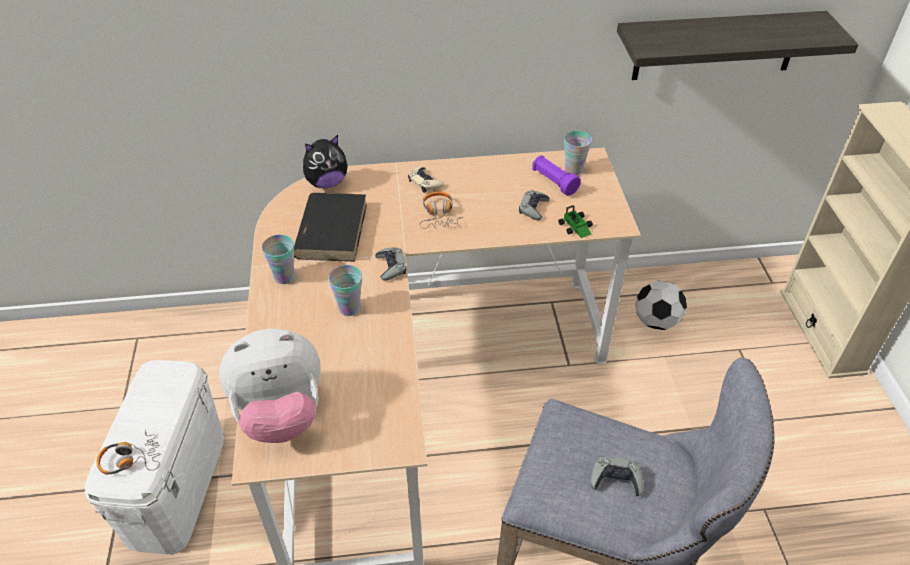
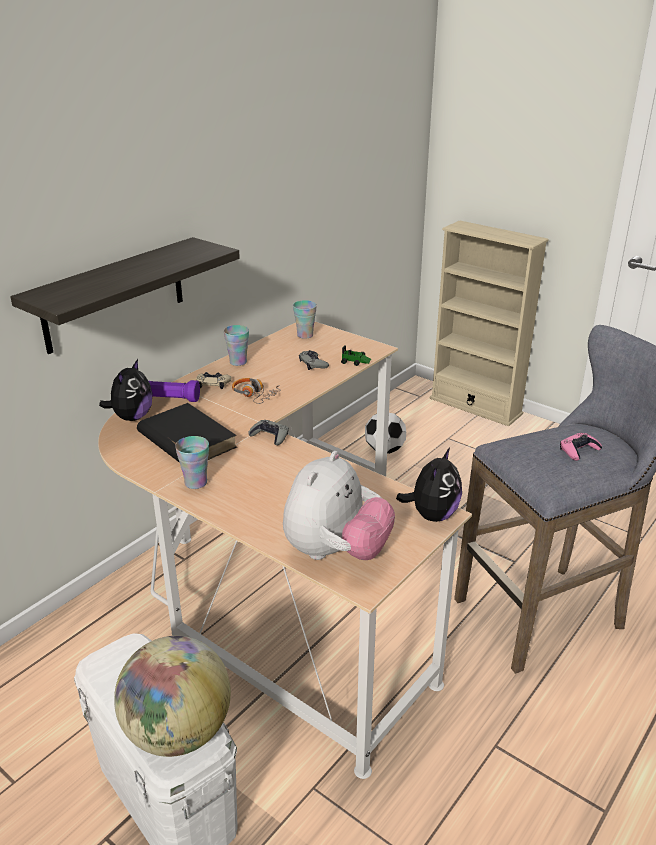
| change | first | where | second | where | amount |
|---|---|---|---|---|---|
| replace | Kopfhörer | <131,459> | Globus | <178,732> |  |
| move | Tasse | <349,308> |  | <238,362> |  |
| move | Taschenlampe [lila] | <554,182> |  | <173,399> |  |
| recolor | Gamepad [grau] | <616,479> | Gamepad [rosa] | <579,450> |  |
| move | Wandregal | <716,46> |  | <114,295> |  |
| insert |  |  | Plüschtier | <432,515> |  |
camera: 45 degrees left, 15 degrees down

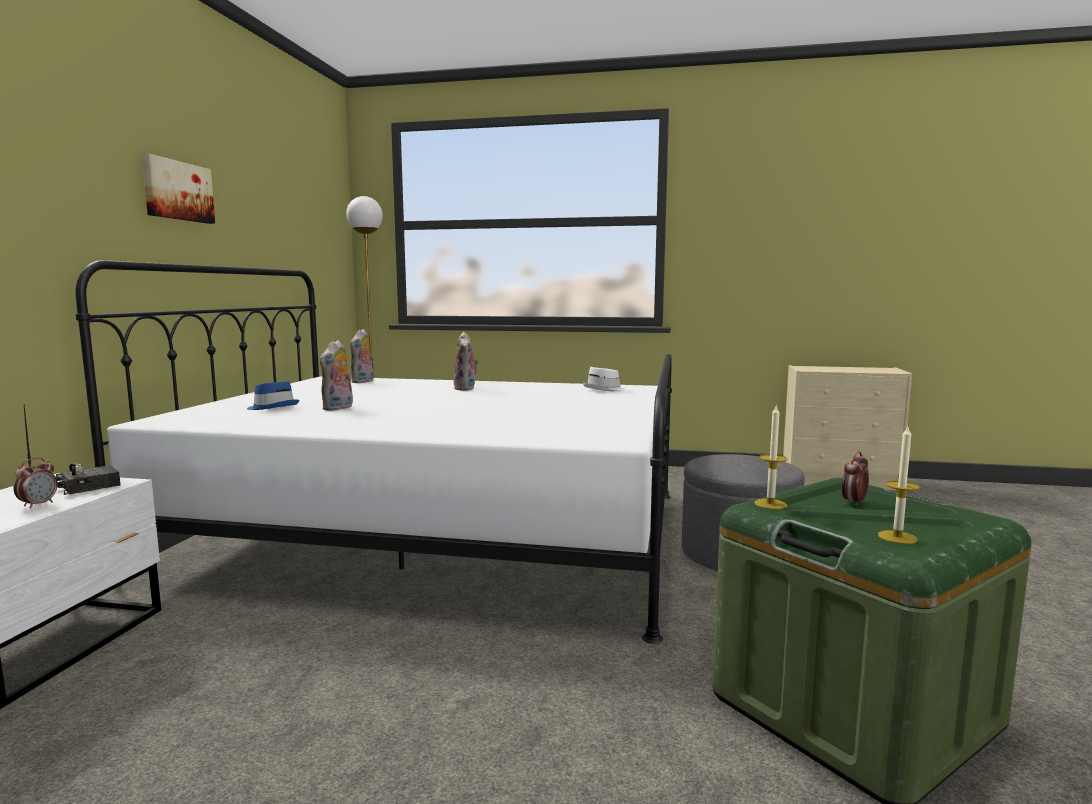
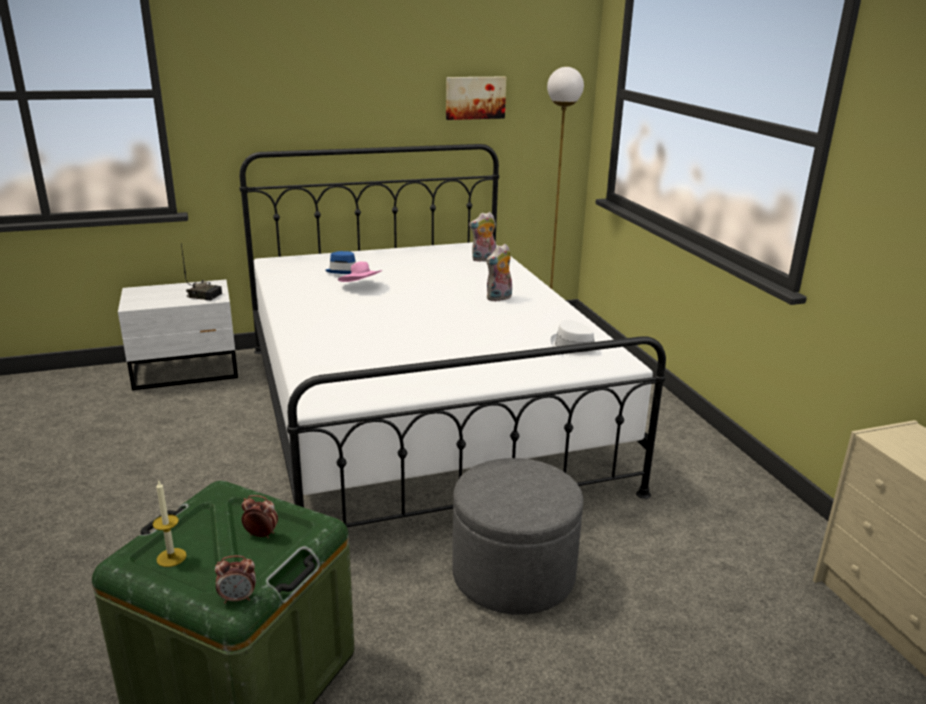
| change | first | where | second | where | amount |
|---|---|---|---|---|---|
| move | Wecker | <38,504> |  | <238,598> |  |
| move | Bild | <177,191> |  | <475,97> |  |
| replace | Plüschtier | <338,408> | Hut [rosa] | <361,287> |  |
| delete | Kerze | <770,504> |  |  |  |
camera: 60 degrees right, 15 degrees up

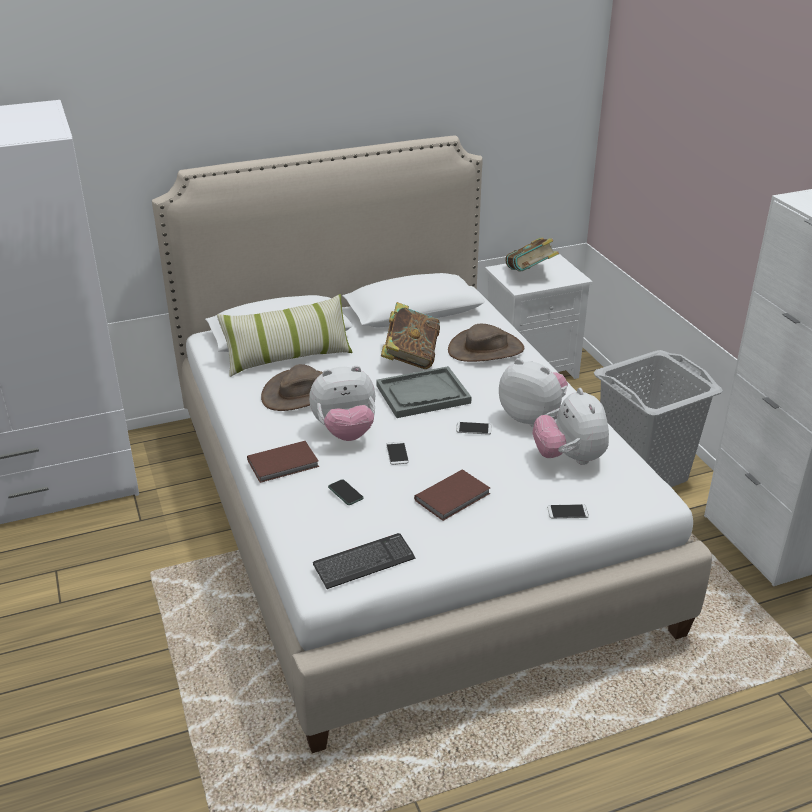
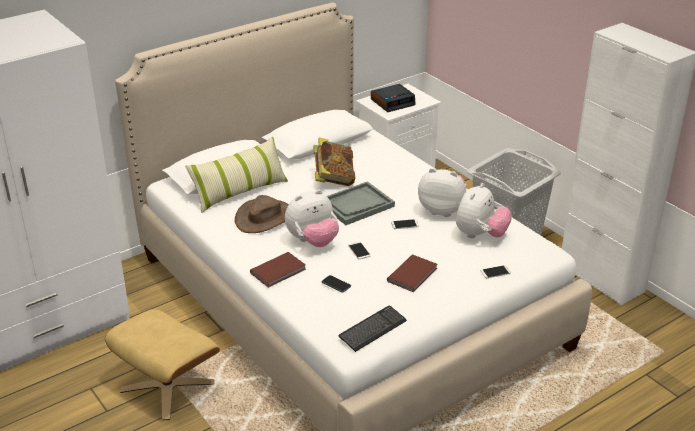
| change | first | where | second | where | amount |
|---|---|---|---|---|---|
| delete | Hut [braun] | <486,349> |  |  |  |
| replace | Buch | <530,274> | Wecker | <393,102> |  |
| rotate | Plüschtier | <569,458> |  | <480,235> | 120 degrees counterclockwise |
| insert |  |  | Polsterhocker [beige] | <167,386> |  |
camera: 15 degrees left, 0 degrees up

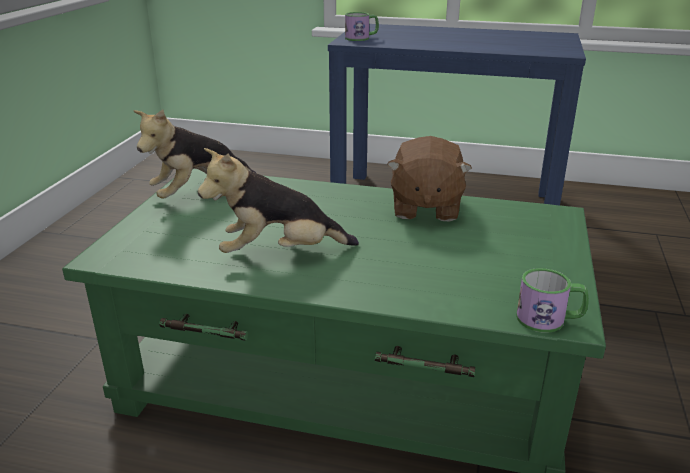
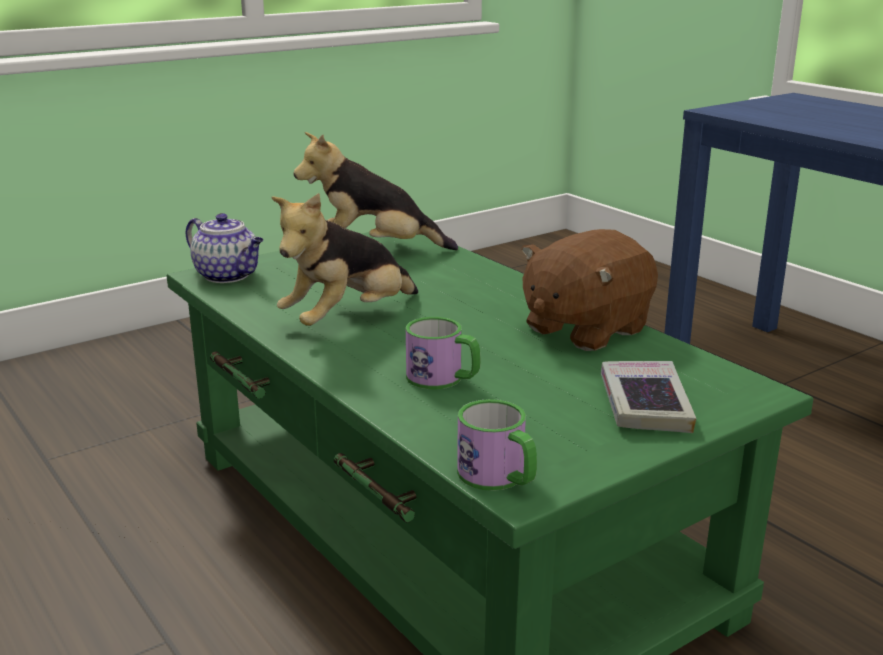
| change | first | where | second | where | amount |
|---|---|---|---|---|---|
| rotate | Plüschtier | <279,253> |  | <348,319> | 75 degrees counterclockwise |
| move | Henkelbecher | <361,38> |  | <443,379> |  |
| insert |  |  | Teekanne | <228,276> |  |
| insert |  |  | Buch | <644,404> |  |
camera: 40 degrees right, 5 degrees down

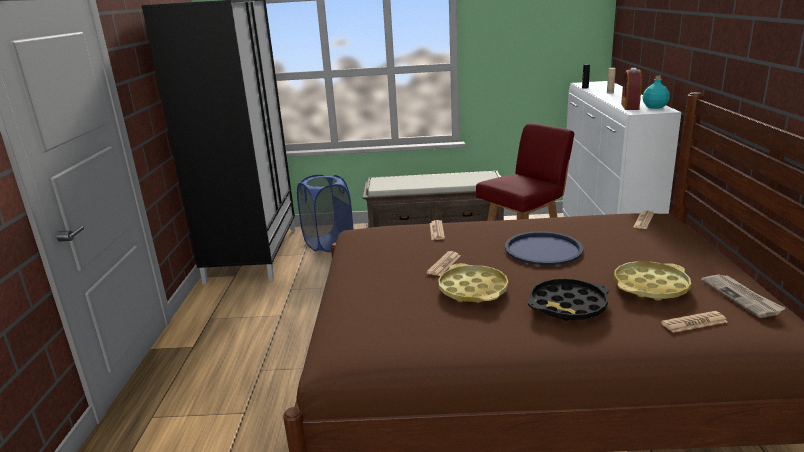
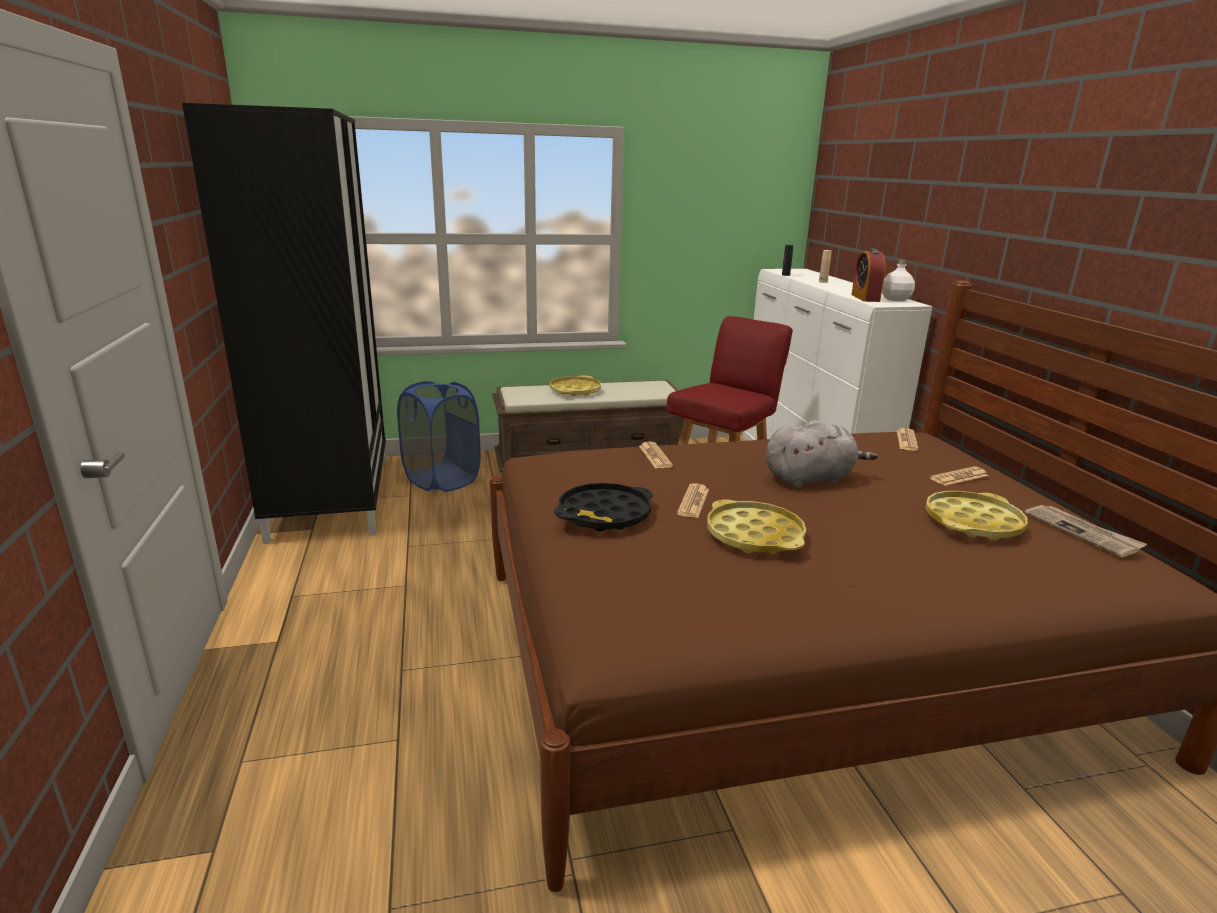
| change | first | where | second | where | amount |
|---|---|---|---|---|---|
| replace | Tablett [blau] | <543,249> | Plüschtier [grau] | <811,478> |  |
| move | Tablett [schwarz] | <568,305> |  | <604,514> |  |
| recolor | Flasche [türkis] | <655,107> | Flasche [weiß] | <895,299> |  |
| move | Zeitung | <694,322> |  | <959,477> |  |
| insert |  |  | Tablett [gelb] | <575,391> |  |
camera: 15 degrees left, 0 degrees up

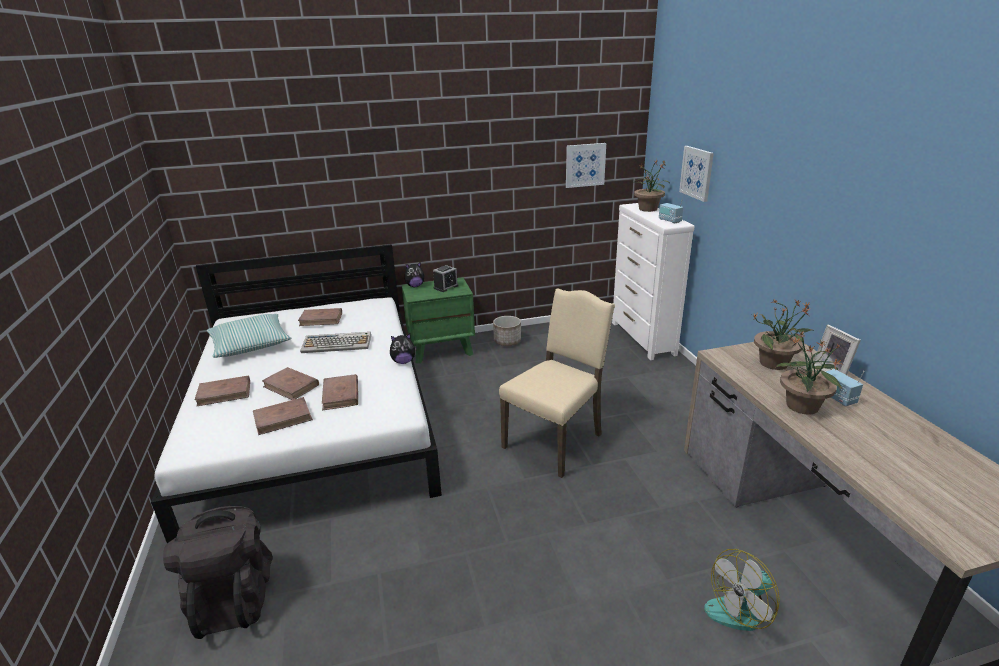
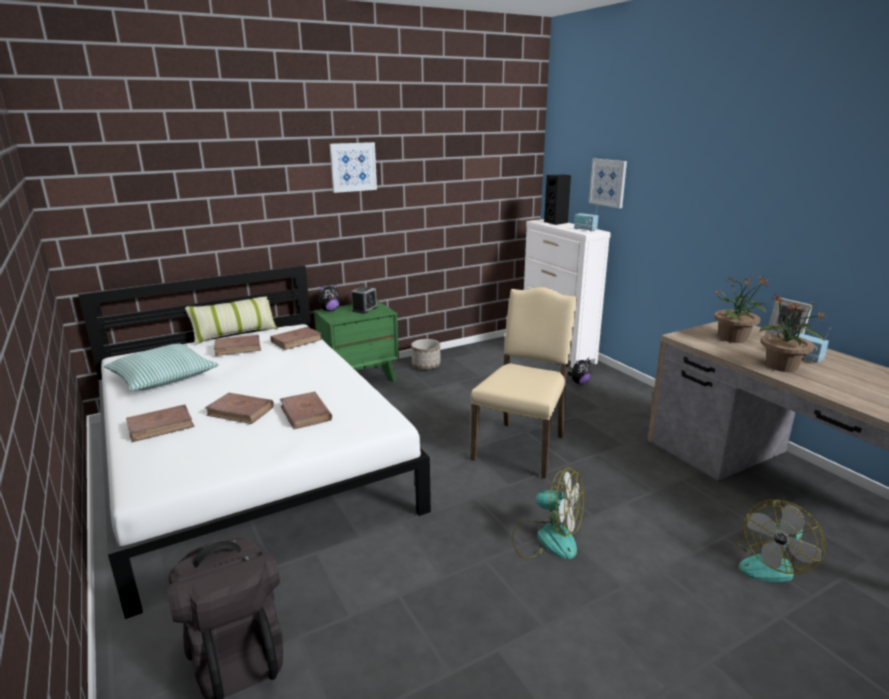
| change | first | where | second | where | amount |
|---|---|---|---|---|---|
| move | Buch [braun] | <283,418> |  | <297,340> |  |
| delete | Tastatur | <337,344> |  |  |  |
| move | Plüschtier | <403,361> |  | <579,382> |  |
| move | Bild | <585,165> |  | <353,167> |  |
| replace | Topfpflanze | <648,209> | Lautsprecher [schwarz] | <556,222> |  |
| insert |  |  | Kissen | <235,334> |  |
| insert |  |  | Ventilator | <546,538> |  |
camera: 15 degrees left, 5 degrees down

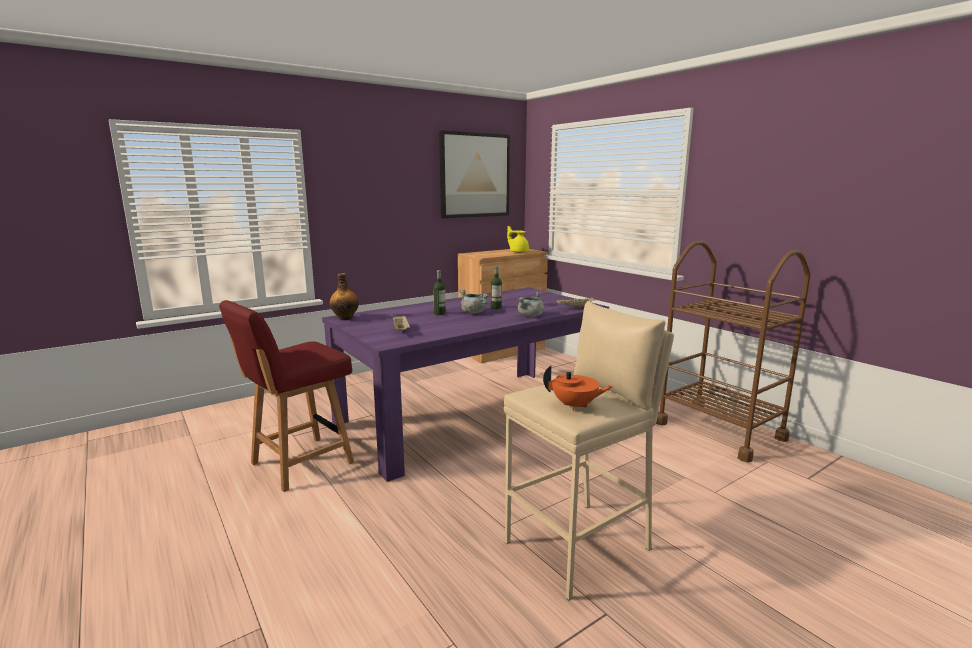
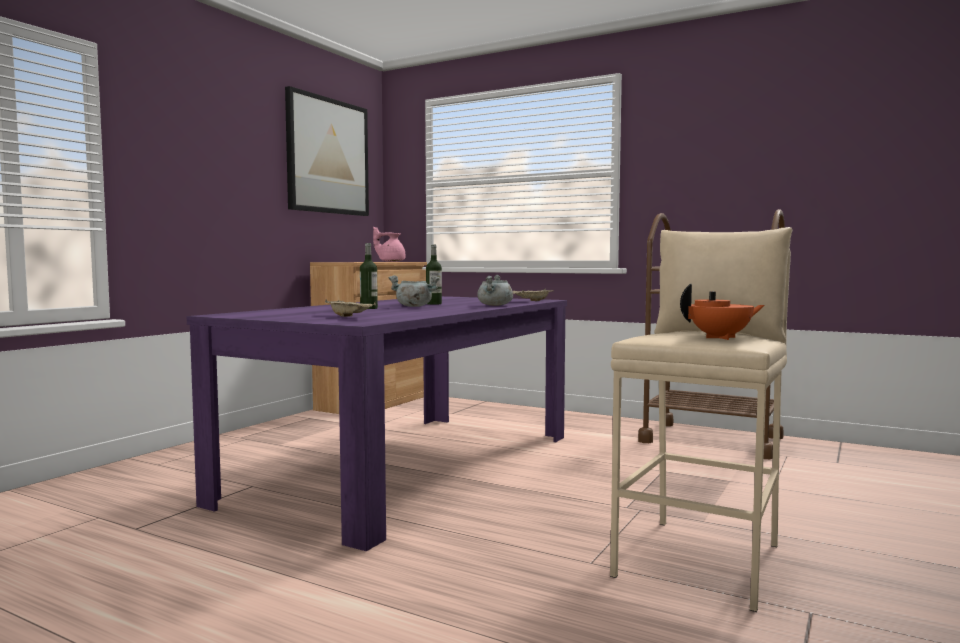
| change | first | where | second | where | amount |
|---|---|---|---|---|---|
| delete | Stuhl [rot] | <299,464> |  |  |  |
| delete | Flasche | <345,318> |  |  |  |
| recolor | Teekanne [gelb] | <518,252> | Teekanne [rosa] | <391,261> |  |
camera: 25 degrees left, 10 degrees down

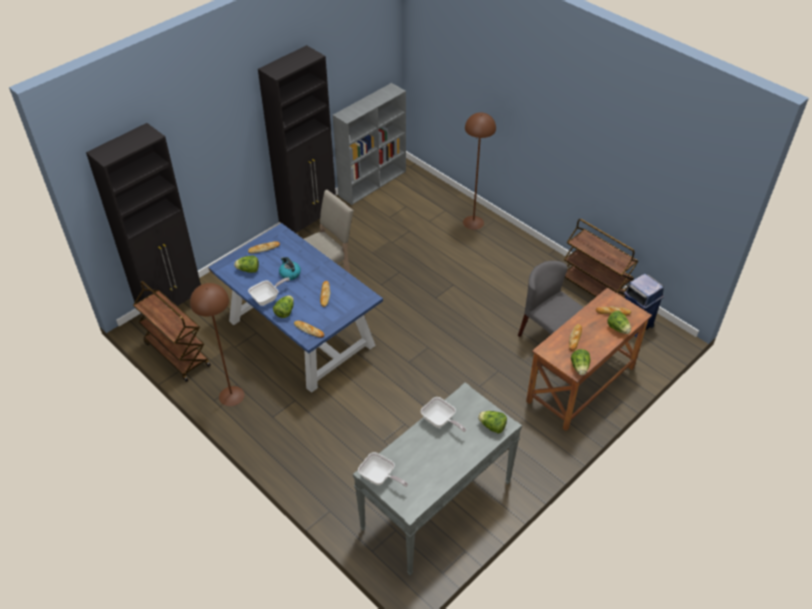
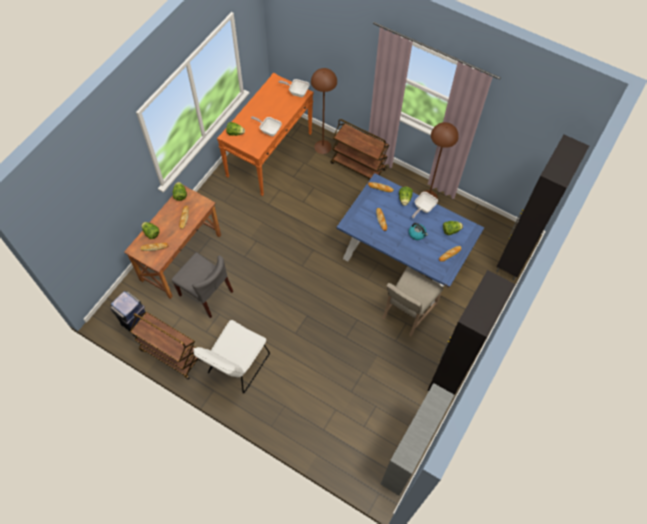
| change | first | where | second | where | amount |
|---|---|---|---|---|---|
| move | Rollwagen [braun] | <176,354> |  | <358,166> |  |
| recolor | Konsolentisch [grau] | <436,506> | Konsolentisch [orange] | <269,154> |  |
| move | Stehlampe [braun] | <473,222> |  | <323,147> |  |
| insert |  |  | Stuhl [weiß] | <236,367> |  |
camera: 165 degrees right, 15 degrees up

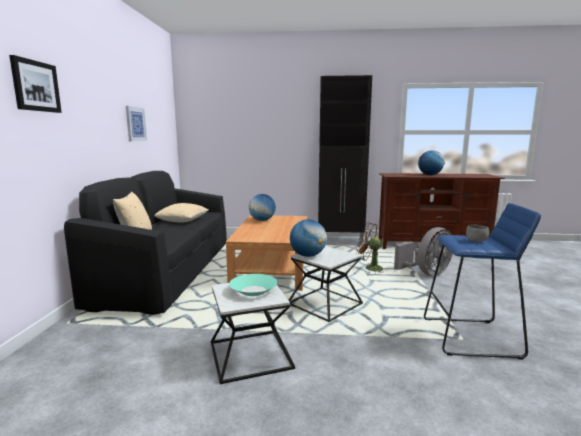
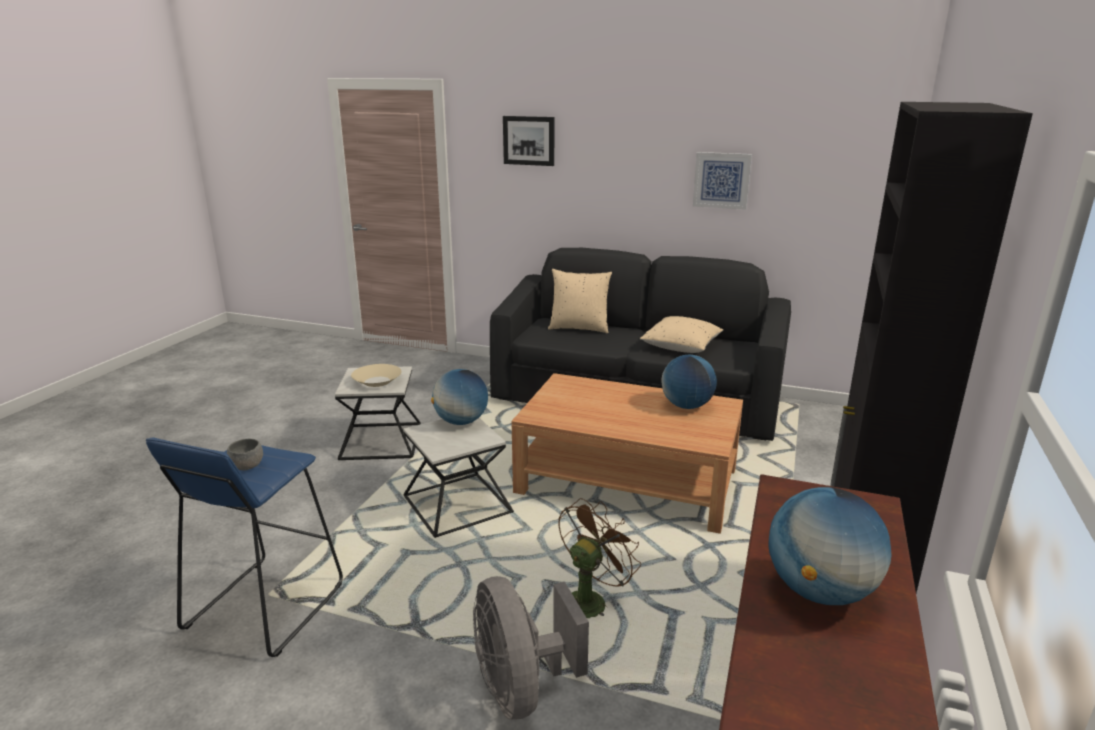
| change | first | where | second | where | amount |
|---|---|---|---|---|---|
| recolor | Schüssel [türkis] | <253,290> | Schüssel [beige] | <377,381> |  |
camera: 105 degrees right, 10 degrees up

